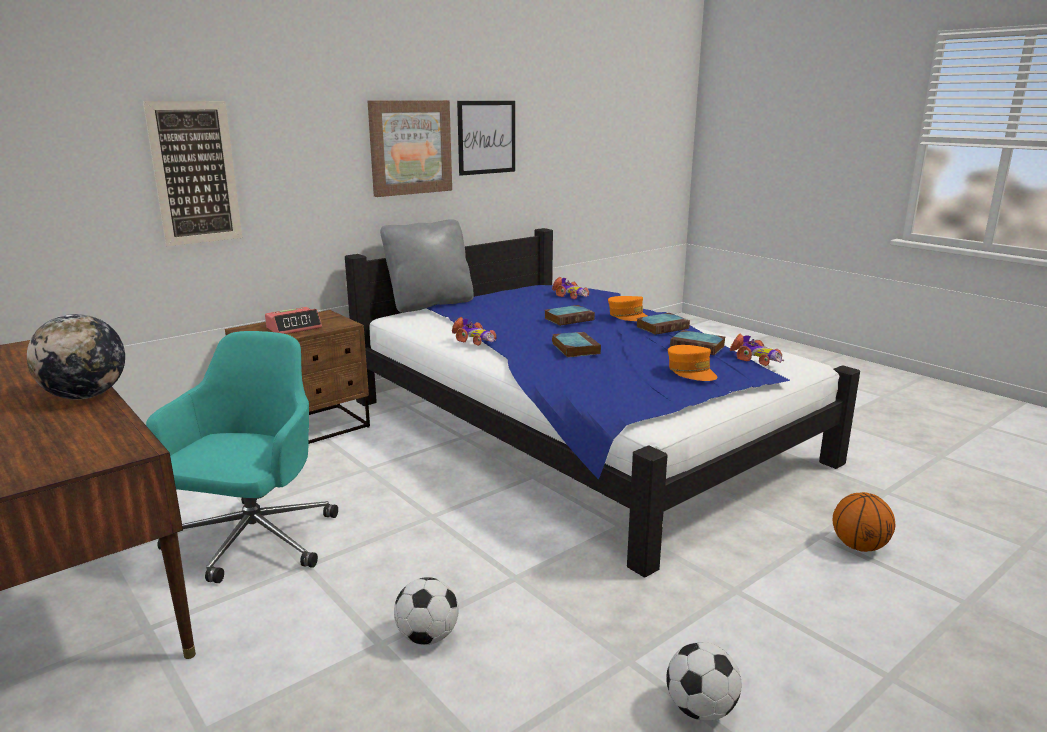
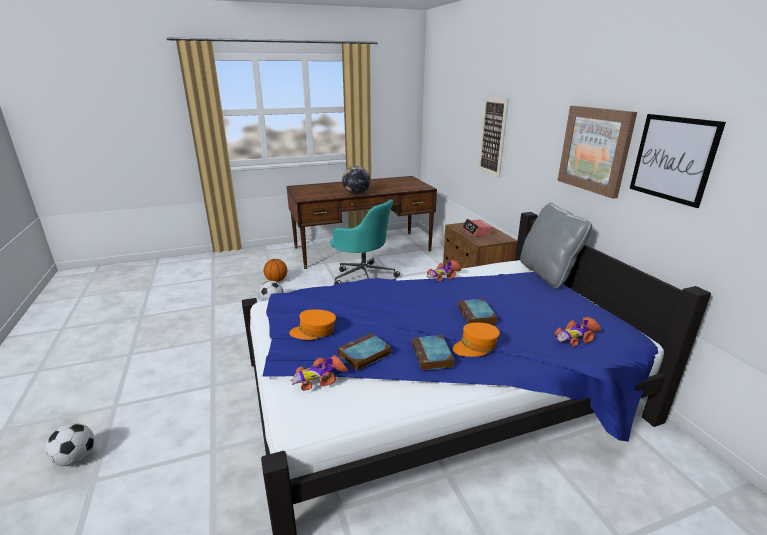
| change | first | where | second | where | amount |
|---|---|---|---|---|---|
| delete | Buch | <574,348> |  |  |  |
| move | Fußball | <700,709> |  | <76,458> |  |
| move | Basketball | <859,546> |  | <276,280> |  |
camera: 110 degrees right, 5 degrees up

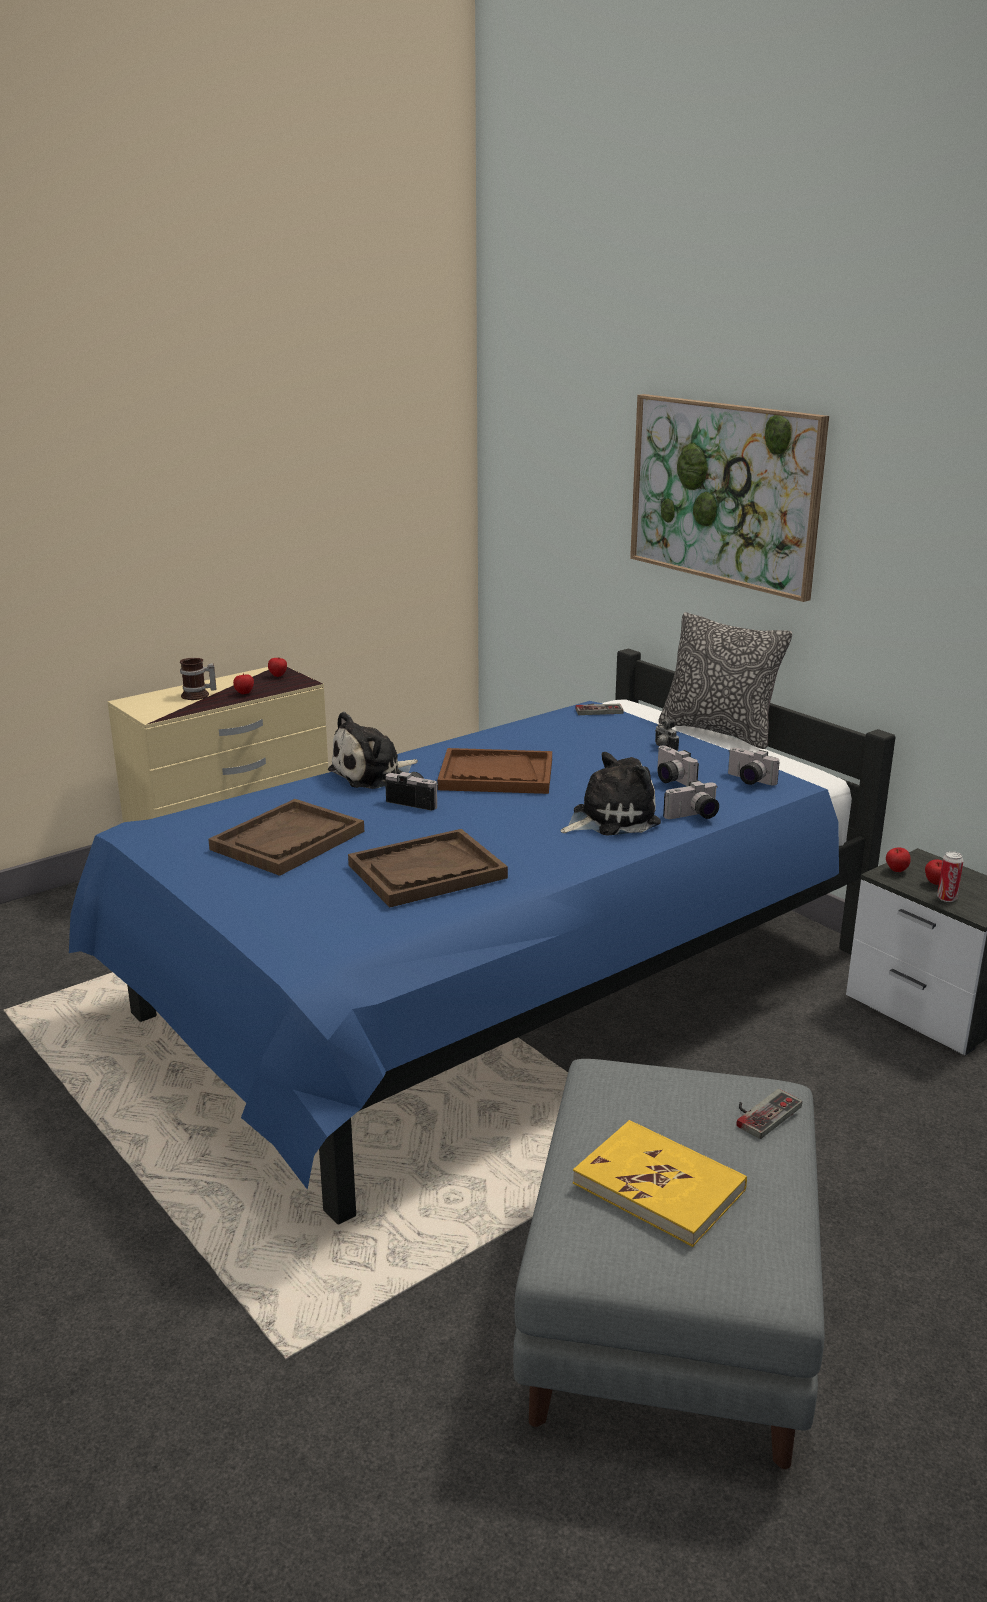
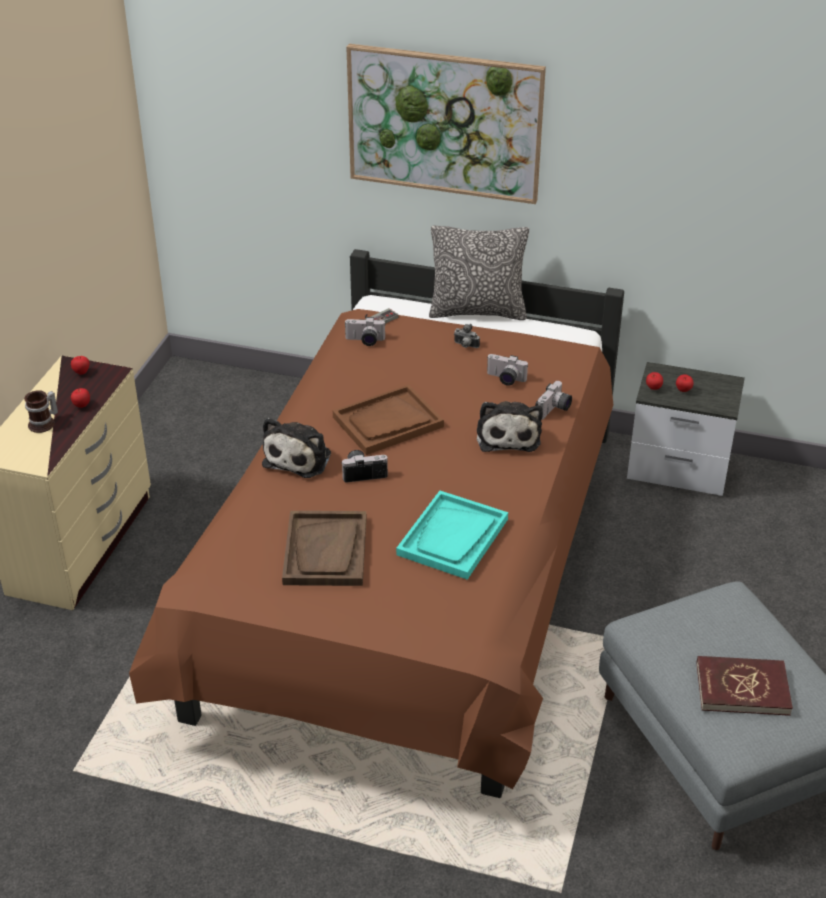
| change | first | where | second | where | amount |
|---|---|---|---|---|---|
| recolor | Bett [blau] | <492,991> | Bett [braun] | <411,577> |  |
| recolor | Tablett [braun] | <427,872> | Tablett [türkis] | <453,537> |  |
| rotate | Plüschtier | <610,819> |  | <508,435> | 150 degrees clockwise |
| recolor | Buch [gelb] | <659,1186> | Buch [rot] | <742,688> |  |
| move | Kamera | <748,780> |  | <364,341> |  |
| delete | Gamepad | <761,1112> |  |  |  |
| delete | Dose | <946,898> |  |  |  |
camera: 35 degrees left, 15 degrees up

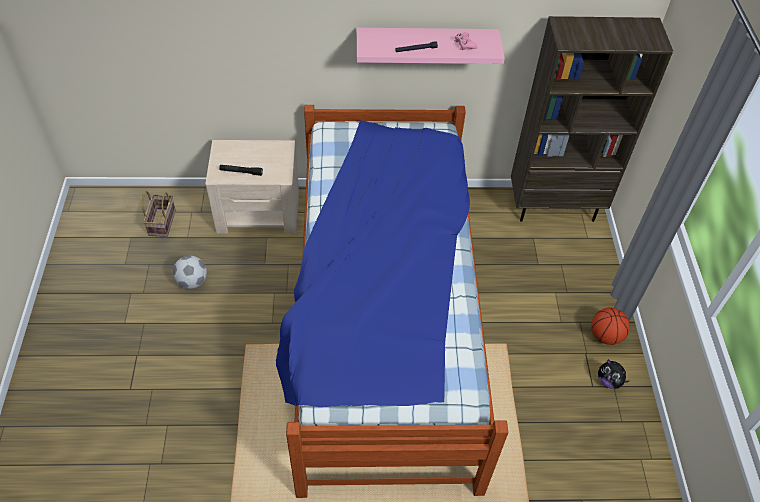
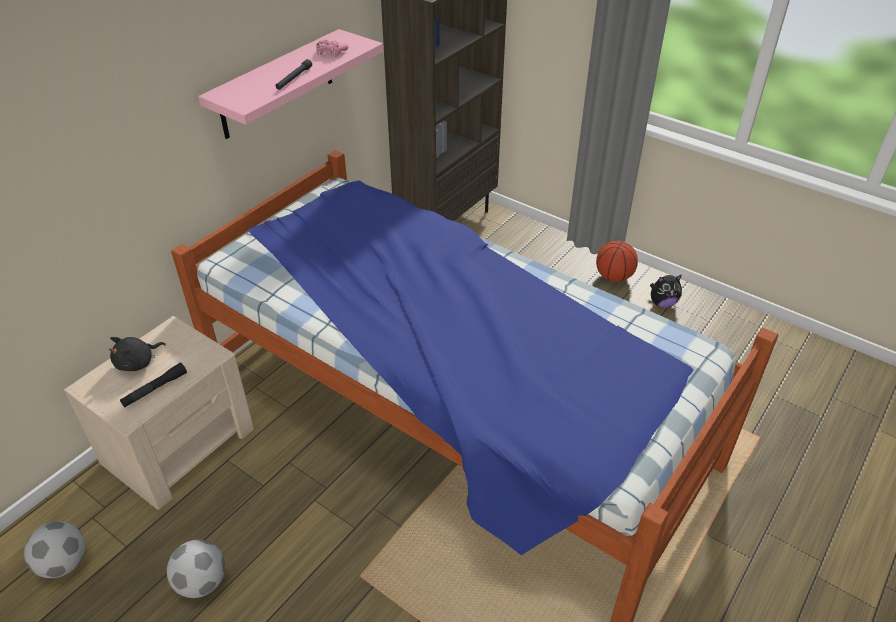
| change | first | where | second | where | amount |
|---|---|---|---|---|---|
| replace | Korb | <161,222> | Fußball | <63,564> |  |
| insert |  |  | Plüschtier [schwarz] | <138,362> |  |
camera: 50 degrees left, 10 degrees down

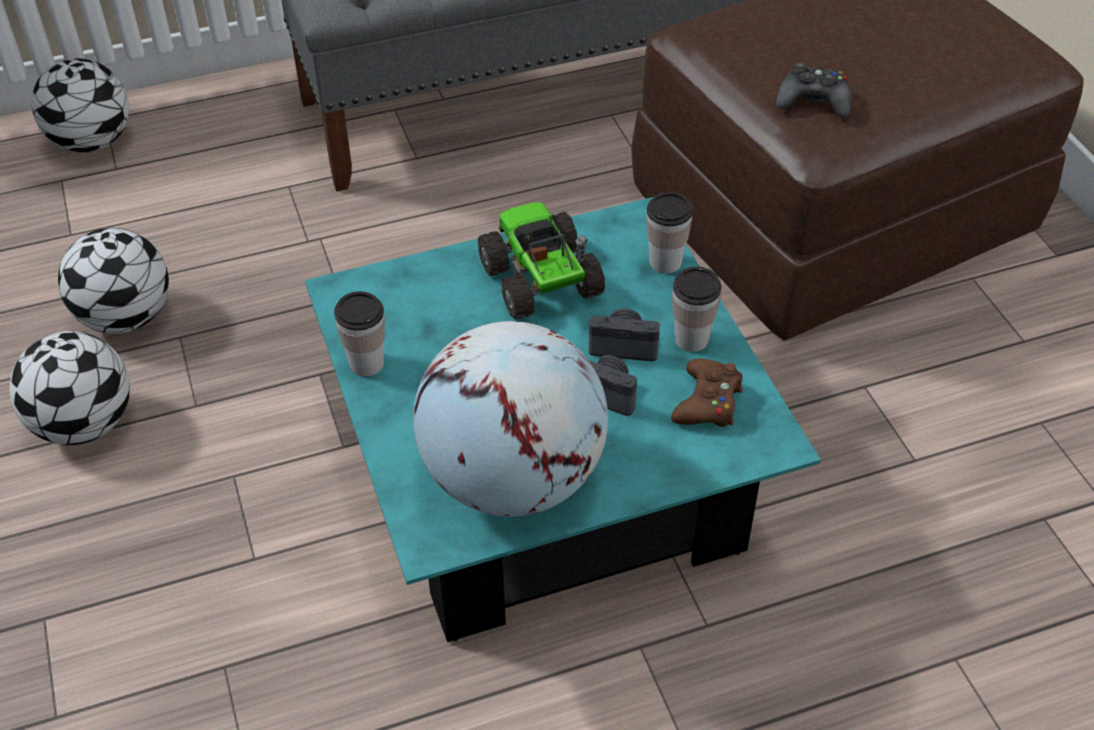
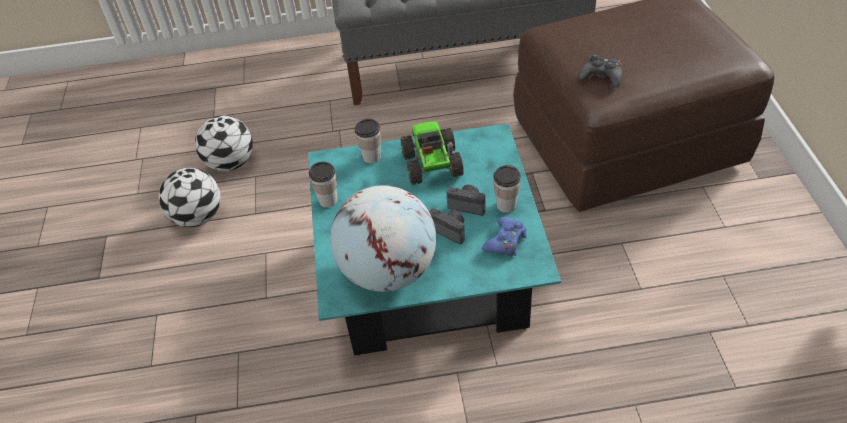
| change | first | where | second | where | amount |
|---|---|---|---|---|---|
| delete | Fußball | <93,142> |  |  |  |
| move | Tasse | <665,262> |  | <371,157> |  |
| recolor | Gamepad [braun] | <708,402> | Gamepad [blau] | <506,242> |  |
camera: 15 degrees right, 0 degrees up

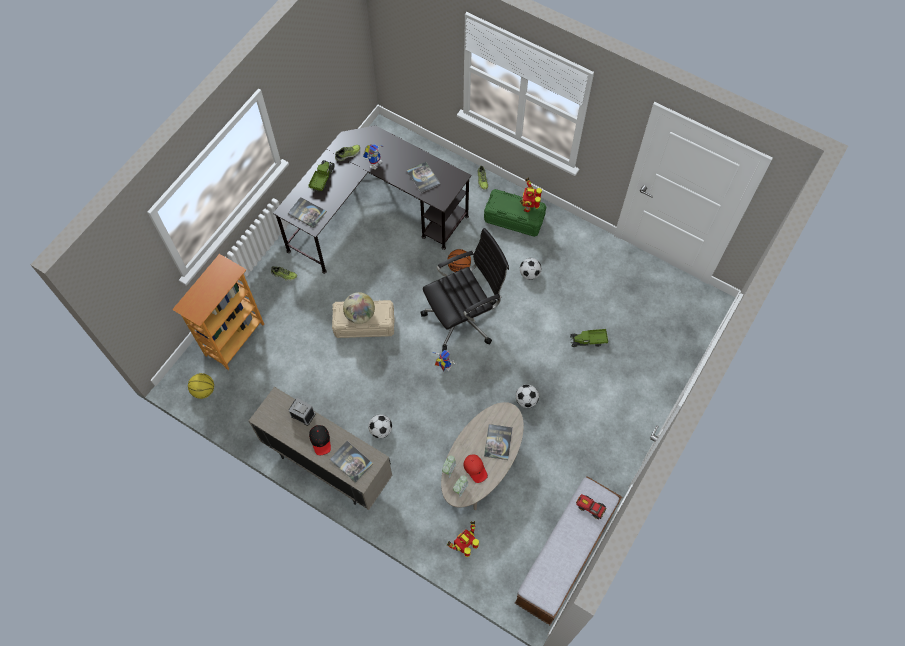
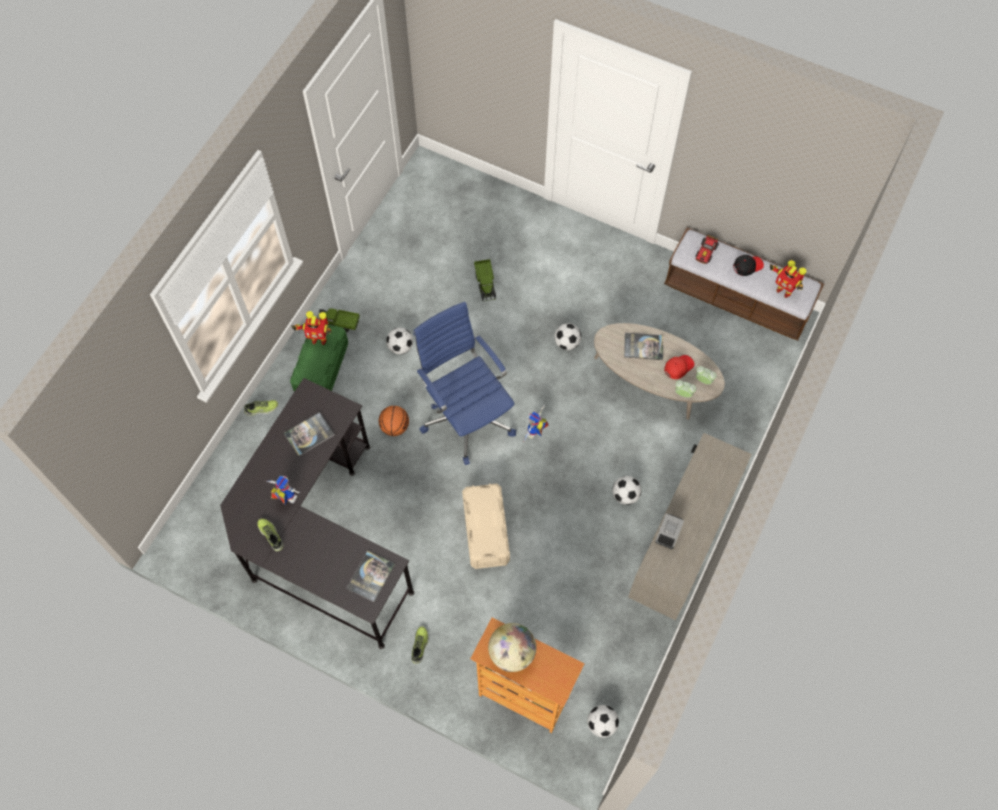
| change | first | where | second | where | amount |
|---|---|---|---|---|---|
| replace | Basketball | <203,390> | Fußball | <602,724> |  |
| move | Spielzeuglaster | <322,179> |  | <338,323> |  |
| move | Kappe [schwarz] | <320,441> |  | <747,266> |  |
| delete | Buch | <351,462> |  |  |  |
| move | Globus | <360,315> |  | <512,653> |  |
| recolor | Bürostuhl [schwarz] | <463,318> | Bürostuhl [blau] | <467,416> |  |
| move | Spielzeugroboter | <464,546> |  | <783,290> |  |
camera: 95 degrees left, 0 degrees up

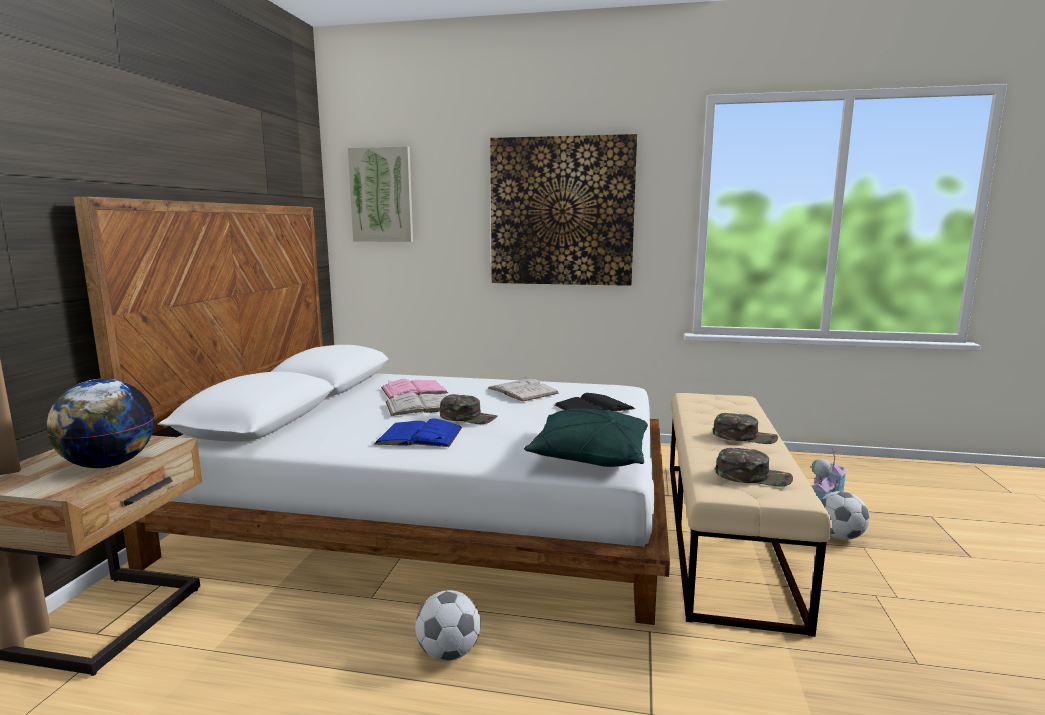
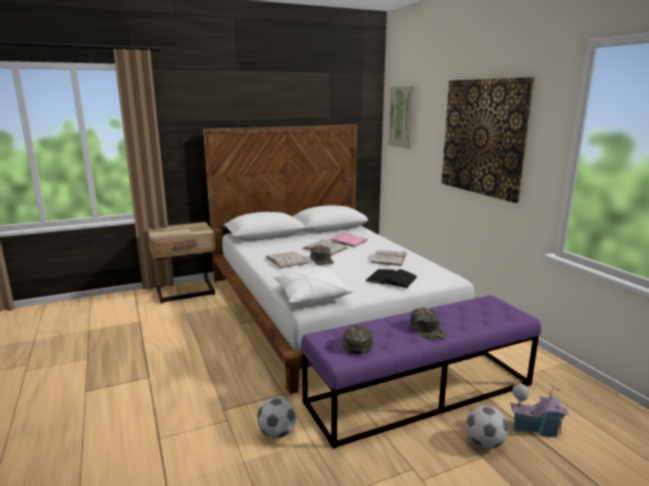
| change | first | where | second | where | amount |
|---|---|---|---|---|---|
| delete | Globus | <108,465> |  |  |  |
| recolor | Buch [blau] | <419,435> | Buch [weiß] | <286,260> |  |
| move | Fußball | <448,652> |  | <277,433> |  |
| recolor | Kissen [grün] | <589,457> | Kissen [weiß] | <311,295> |  |
| recolor | Bank [beige] | <724,531> | Bank [lila] | <421,393> |  |
| rotate | Kappe [grün] | <753,476> |  | <357,342> | 150 degrees counterclockwise |
camera: 55 degrees right, 5 degrees up

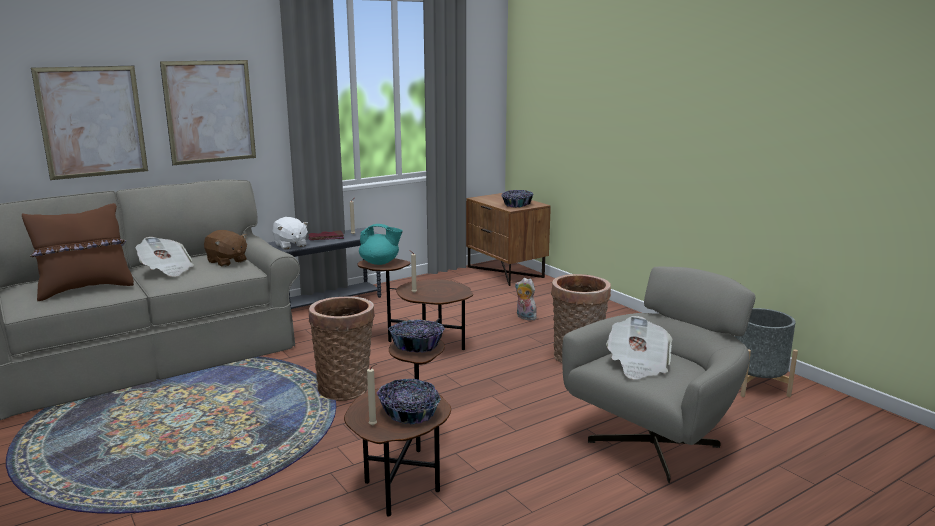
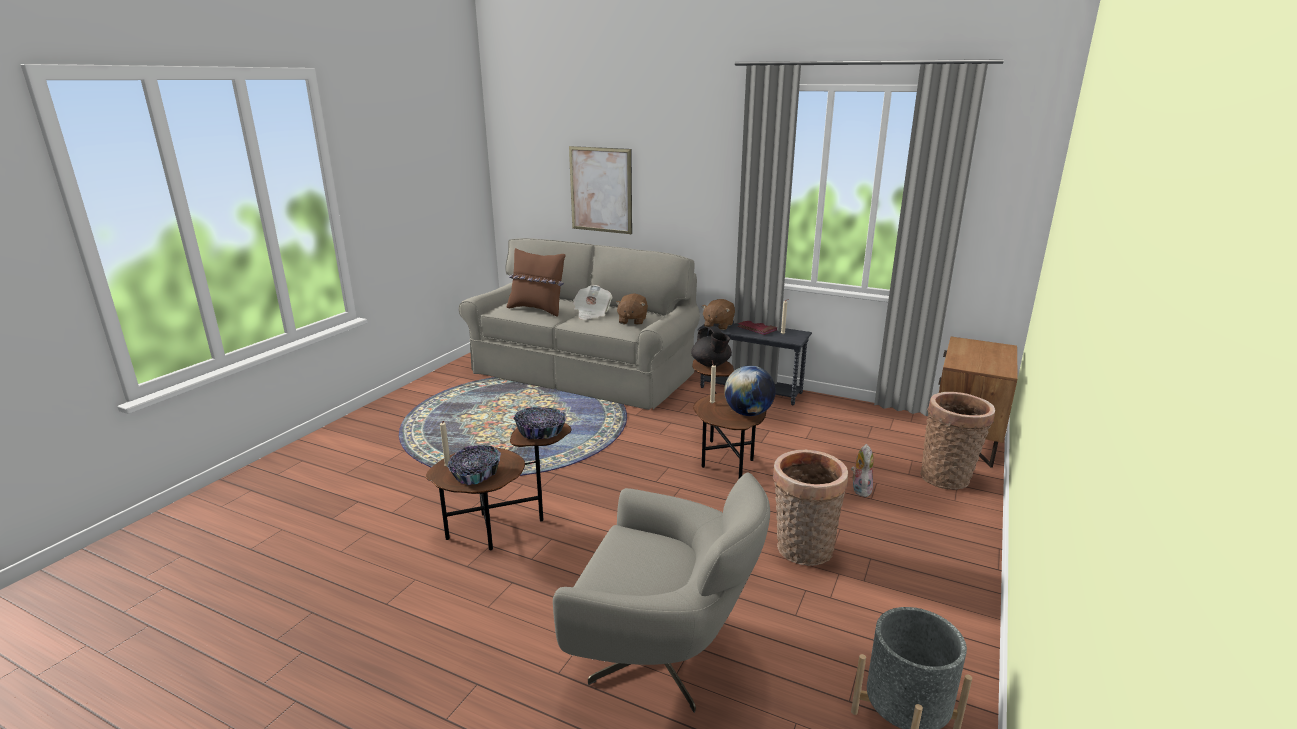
| change | first | where | second | where | amount |
|---|---|---|---|---|---|
| delete | Bild | <210,112> |  |  |  |
| recolor | Plüschtier [weiß] | <290,245> | Plüschtier [braun] | <718,325> |  |
| move | Korb | <345,388> |  | <948,477> |  |
| recolor | Teekanne [türkis] | <380,263> | Teekanne [schwarz] | <711,364> |  |
| delete | Schüssel | <516,205> |  |  |  |
| delete | Zeitung | <638,365> |  |  |  |
| insert |  |  | Globus | <748,413> |  |
camera: 60 degrees right, 5 degrees up

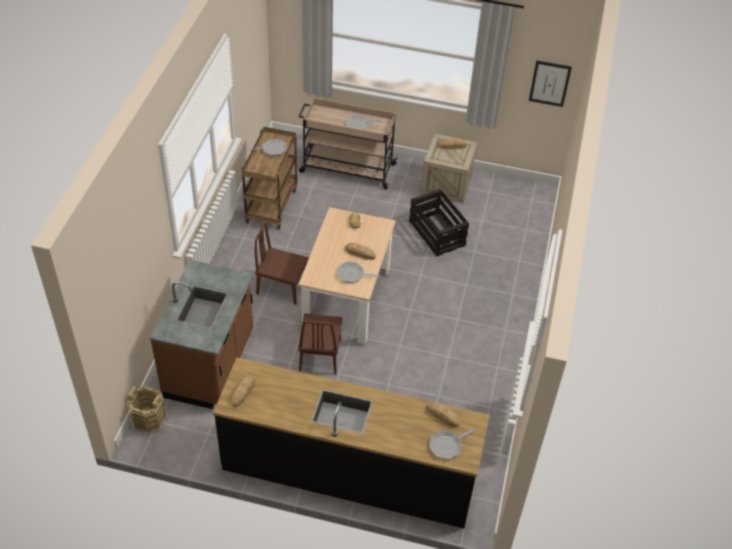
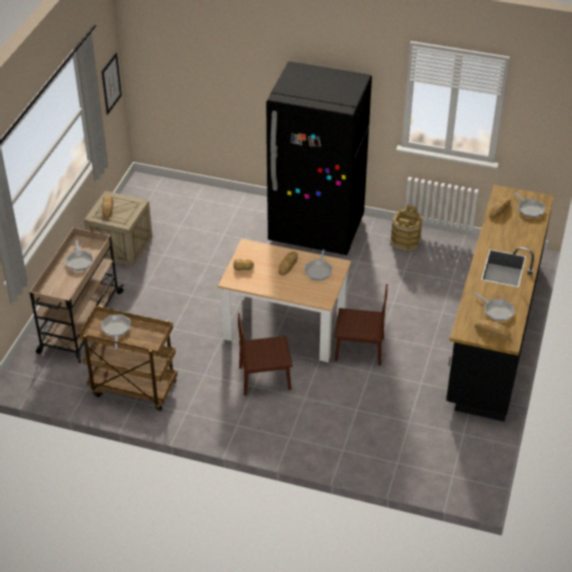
| change | first | where | second | where | amount |
|---|---|---|---|---|---|
| move | Eimer [braun] | <149,420> |  | <405,242> |  |
| delete | Küchenzeile [braun] | <211,365> |  |  |  |
| rotate | Stuhl [braun] | <282,287> |  | <265,378> | 60 degrees clockwise |
| delete | Kiste | <437,233> |  |  |  |
| insert |  |  | Kühlschrank [schwarz] | <316,230> |  |
| insert |  |  | Pfanne | <497,311> |  |
camera: 85 degrees left, 5 degrees down

